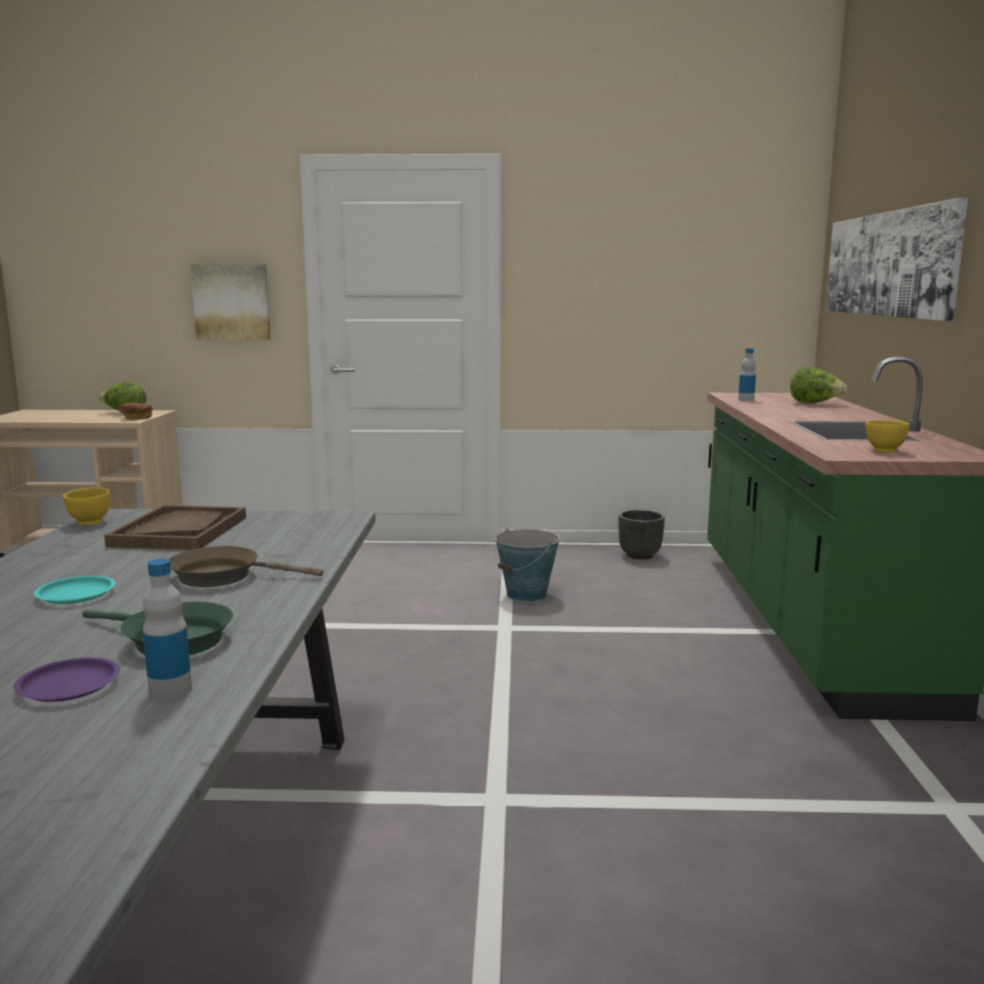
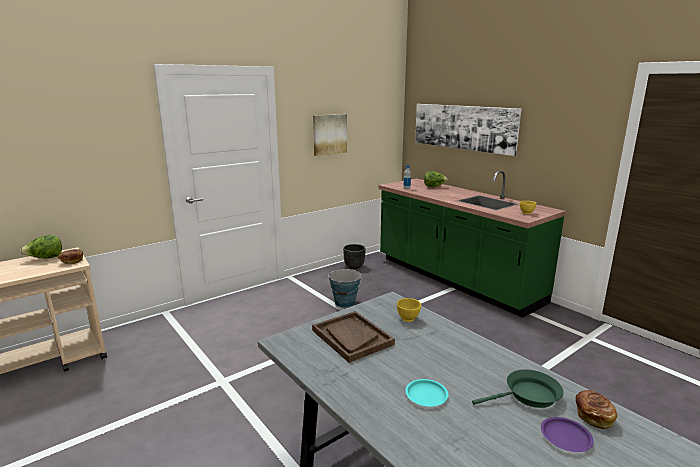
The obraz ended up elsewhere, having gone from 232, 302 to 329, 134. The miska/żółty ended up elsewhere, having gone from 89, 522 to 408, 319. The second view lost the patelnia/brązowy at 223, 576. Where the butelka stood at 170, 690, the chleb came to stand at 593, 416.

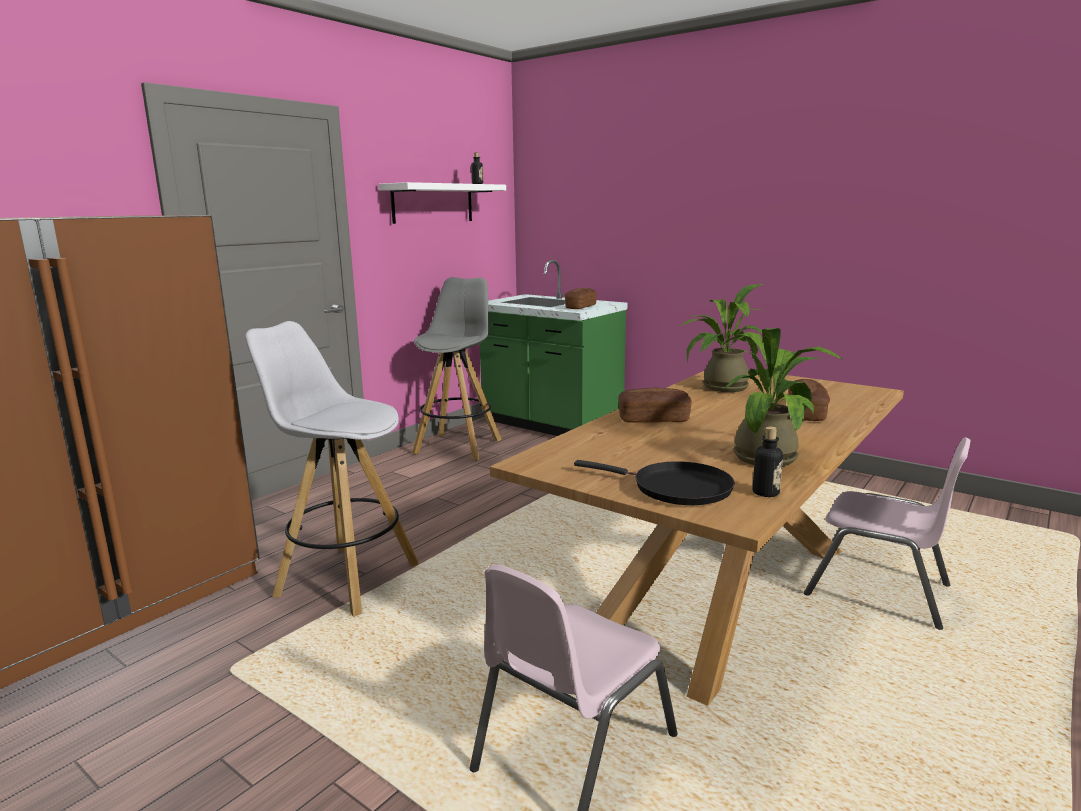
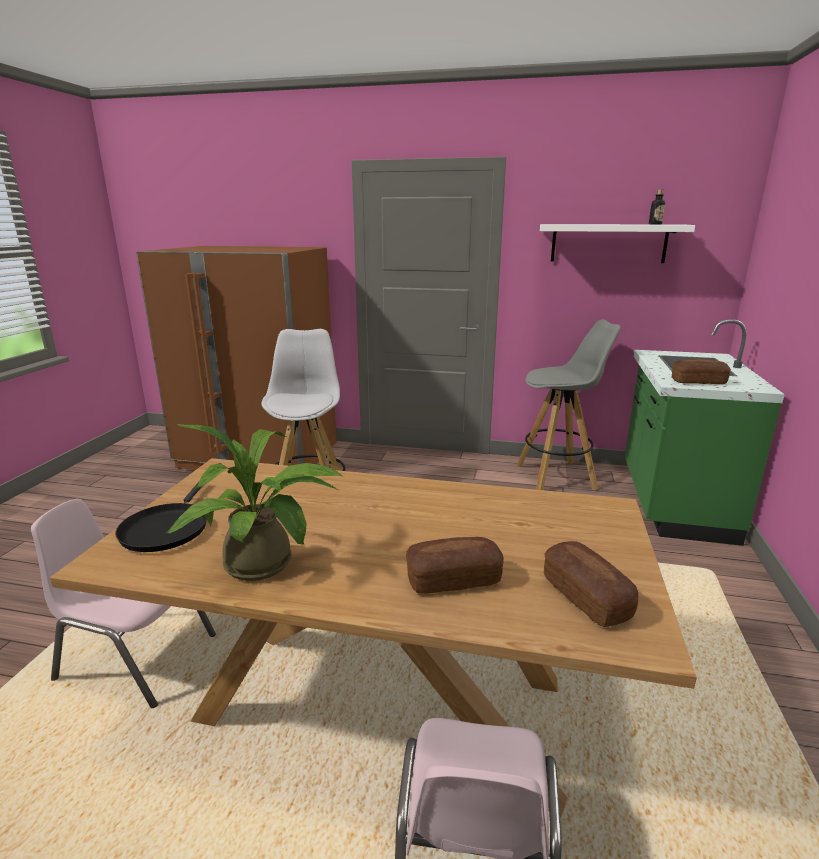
The second view lost the roślina doniczkowa at 719, 387. The chleb ended up elsewhere, having gone from 653, 419 to 586, 597. The second view lost the butelka at 765, 492.

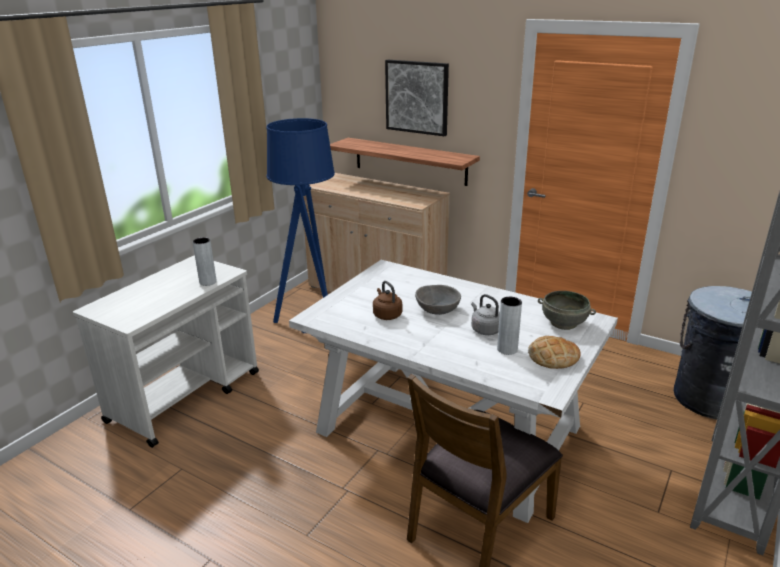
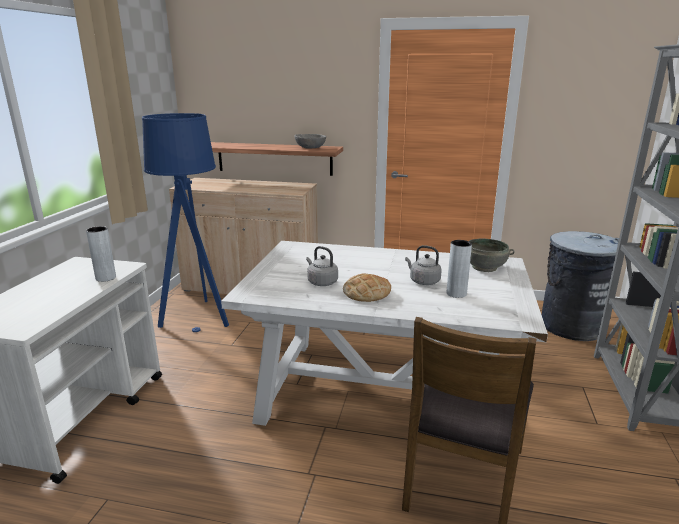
The second view lost the obraz at 417, 97. What was the czajnik/brązowy at 386, 315 turned into the czajnik/szary at 321, 282. The miska/szary ended up elsewhere, having gone from 437, 309 to 310, 147. The chleb ended up elsewhere, having gone from 553, 357 to 366, 293.

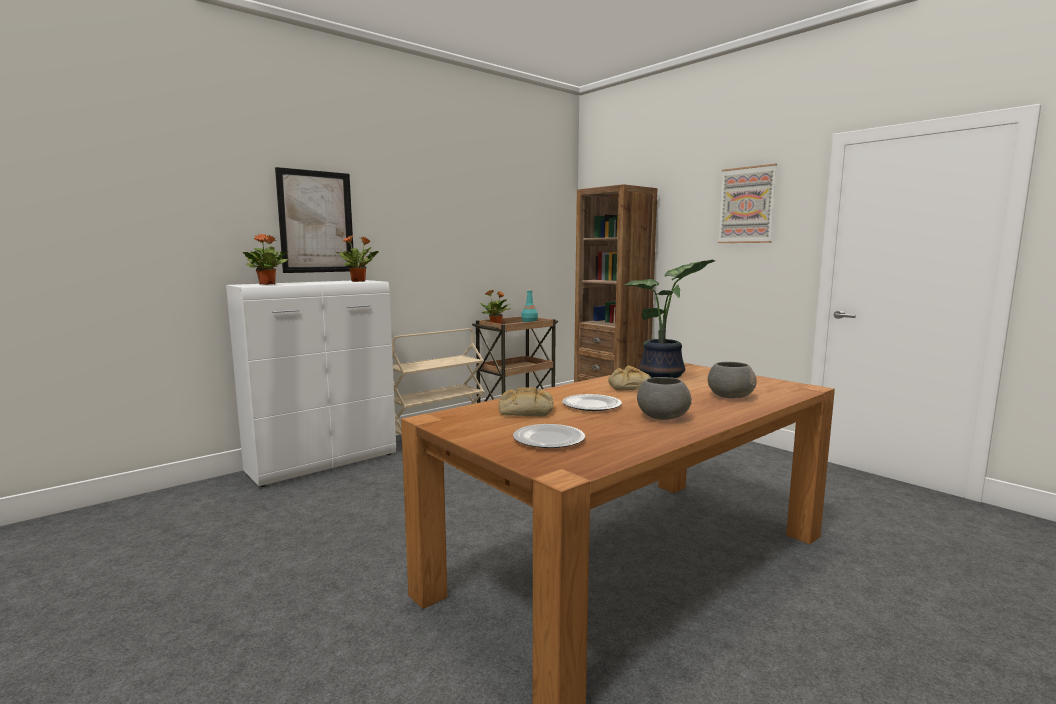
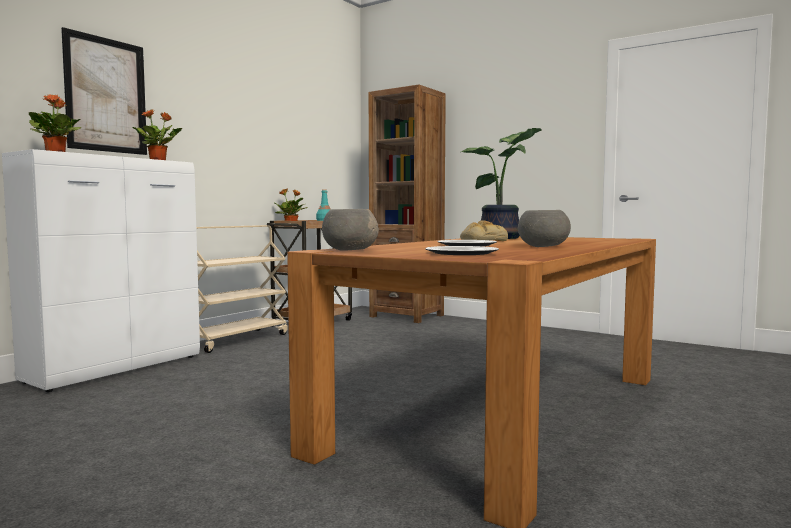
The second view lost the obraz at 747, 205. The miska/szary ended up elsewhere, having gone from 729, 396 to 349, 250. The second view lost the chleb at 525, 411.

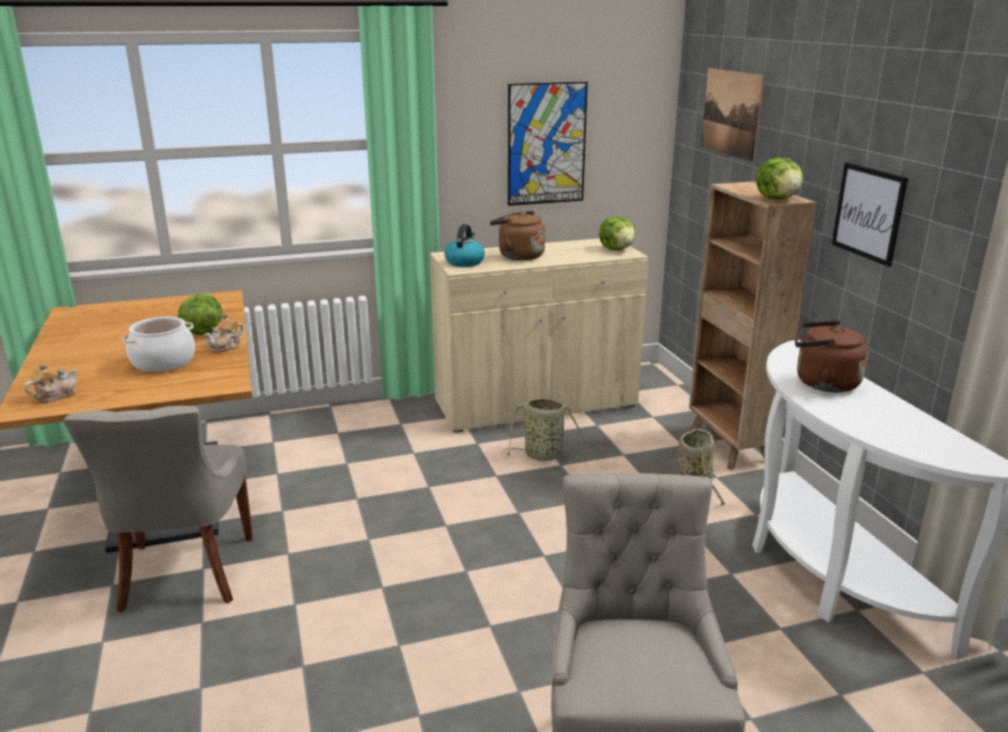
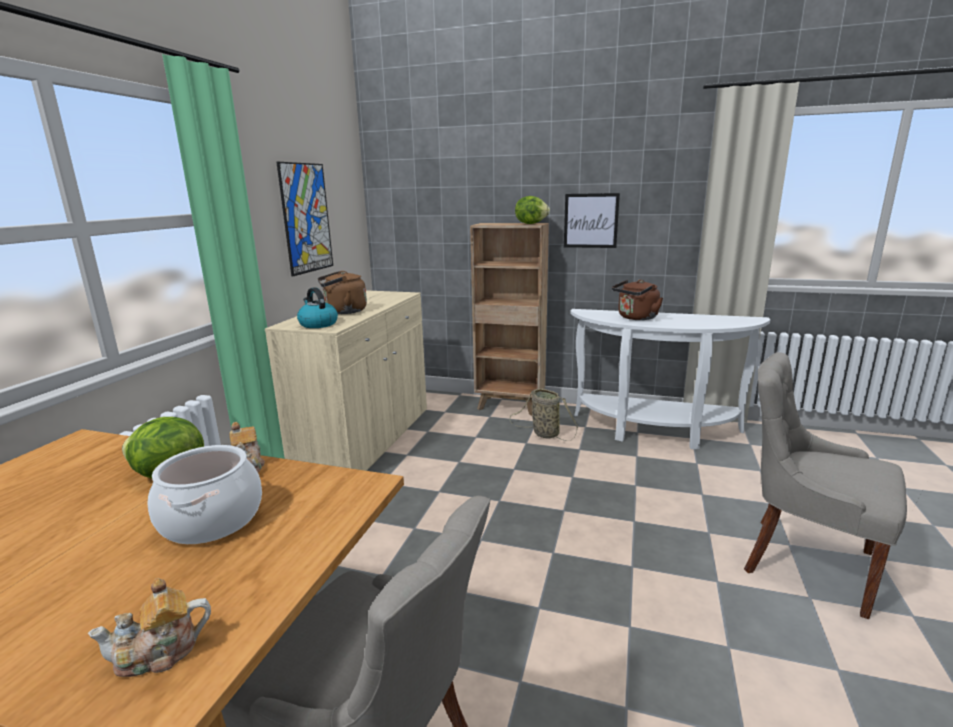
The second view lost the obraz at 731, 113. The second view lost the sałata at 617, 249. The imbryk at 55, 396 ended up facing another way, 105 degrees counterclockwise from before. The second view lost the koszyk at 546, 455.

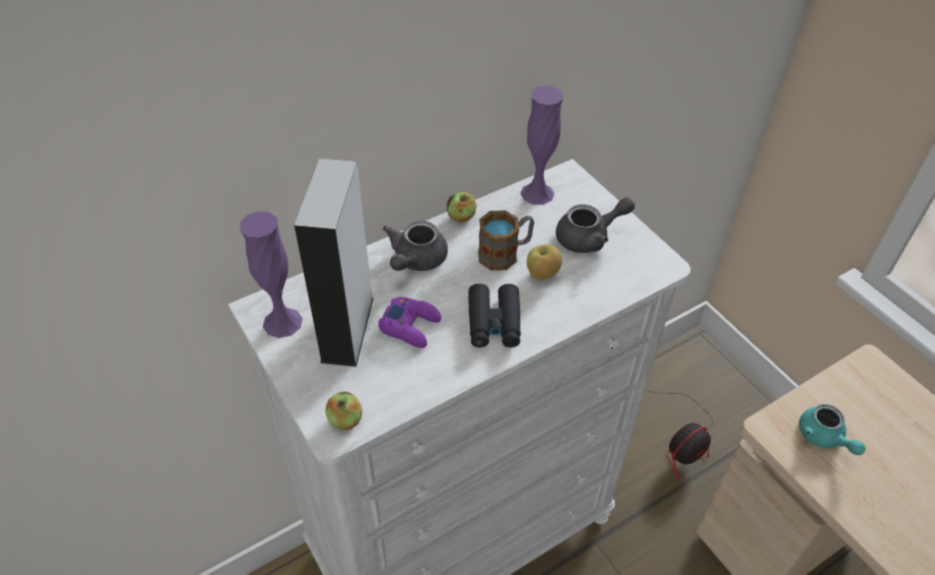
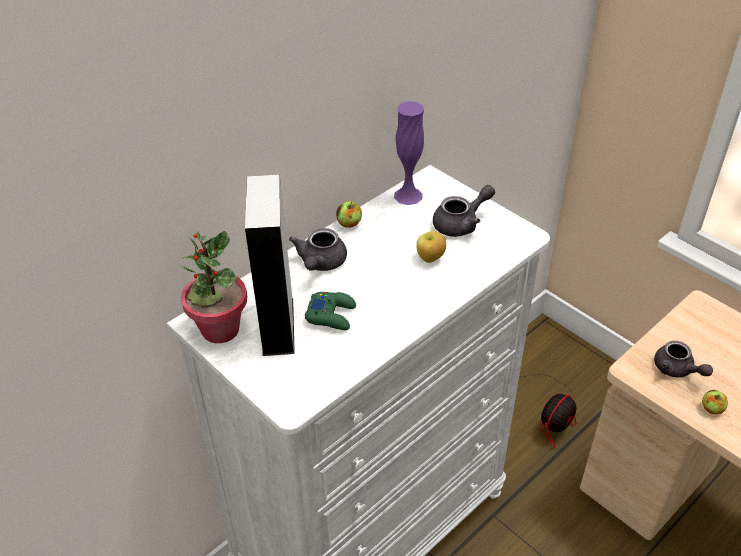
The second view lost the kubek at 505, 253. Where the wazon/fioletowy stood at 282, 322, the roślina doniczkowa came to stand at 220, 329. The second view lost the lornetka/czarny at 494, 322. What was the pad do gier/fioletowy at 410, 326 turned into the pad do gier/zielony at 331, 315. The jabłko ended up elsewhere, having gone from 345, 420 to 711, 409. What was the imbryk/turkusowy at 823, 438 turned into the imbryk/szary at 677, 370.

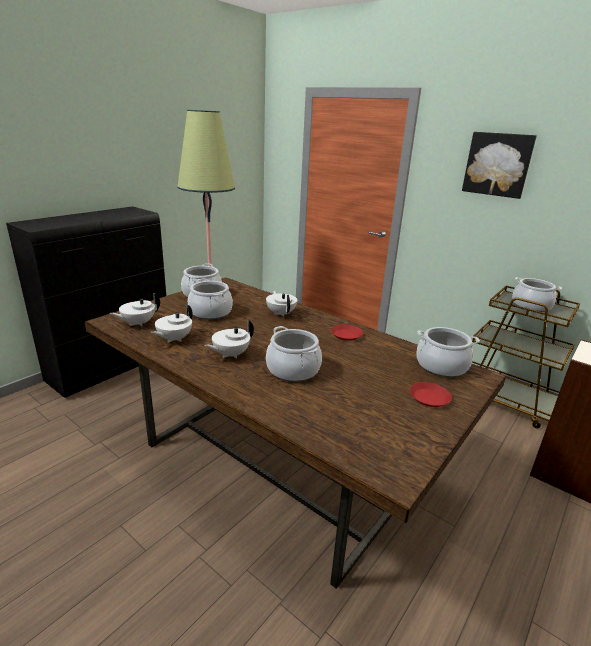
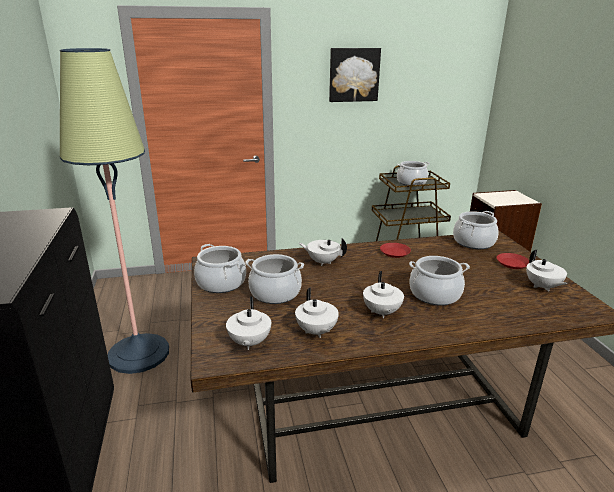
The second view gained the imbryk/biały at 542, 287.

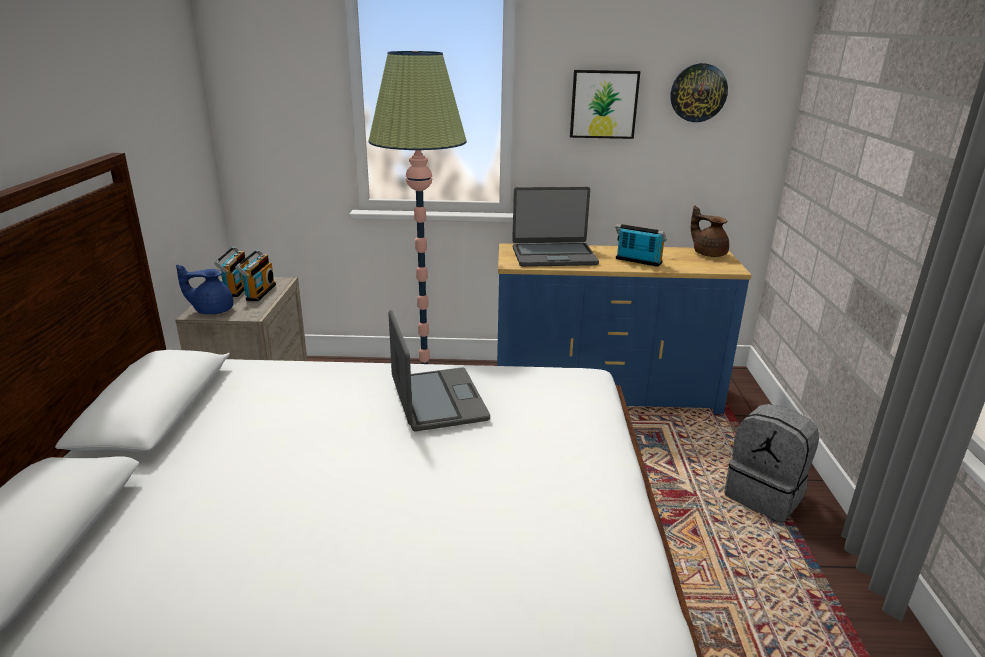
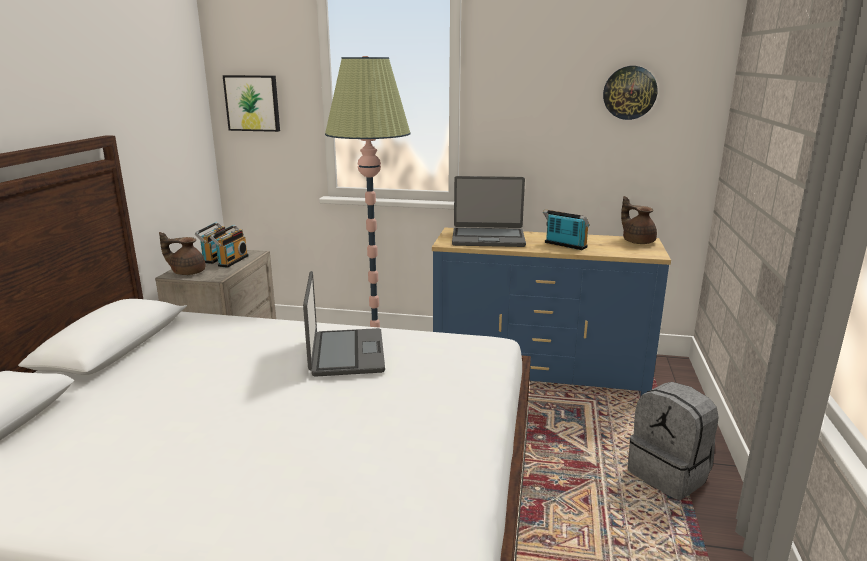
The obraz ended up elsewhere, having gone from 603, 104 to 253, 103. What was the imbryk/niebieski at 212, 310 turned into the imbryk/brązowy at 187, 272.

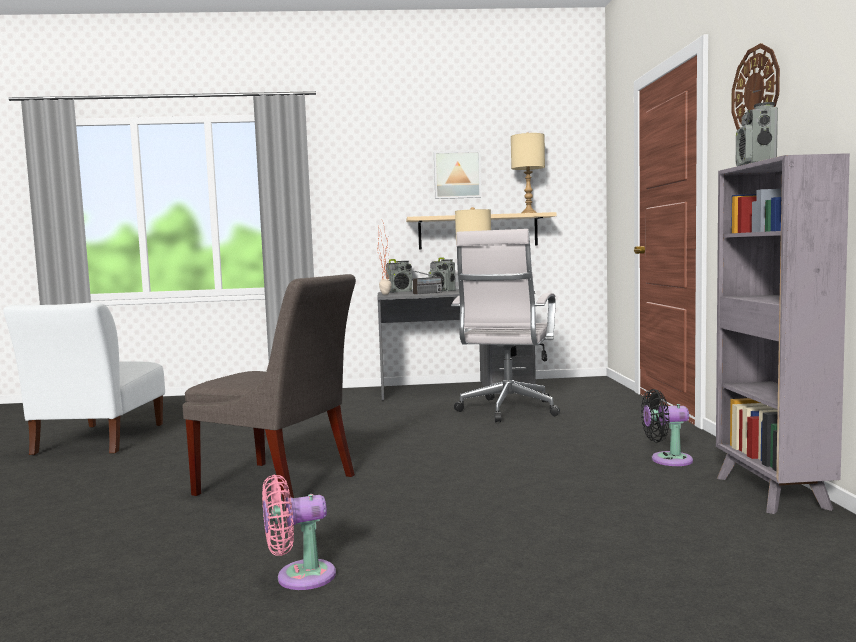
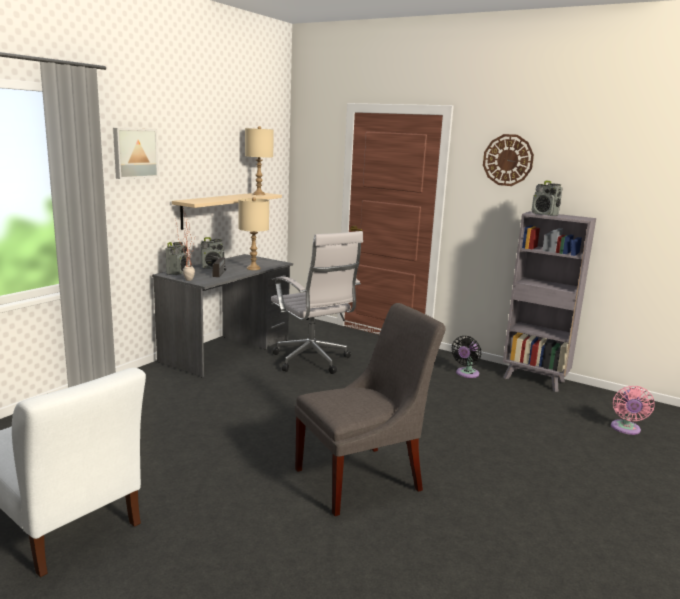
The obraz ended up elsewhere, having gone from 457, 175 to 134, 153. The wentylator/różowy ended up elsewhere, having gone from 299, 577 to 625, 429.

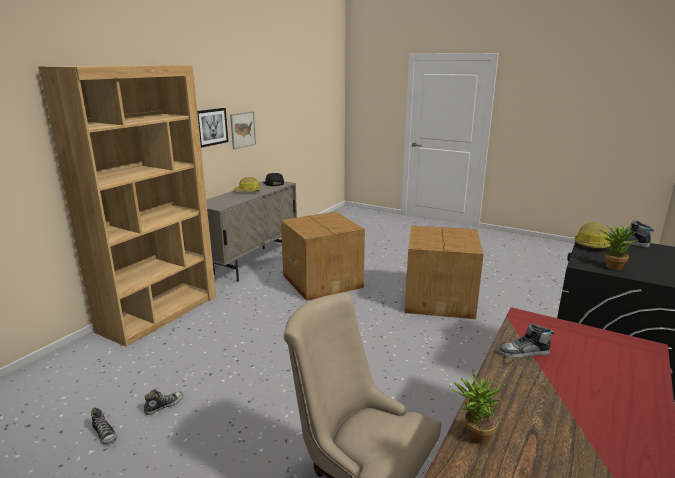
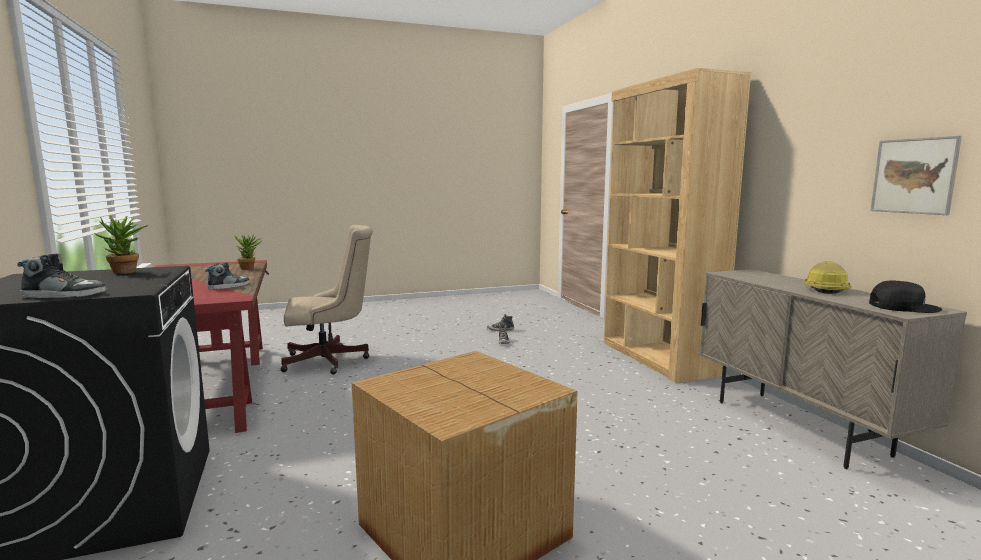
The second view lost the obraz at 210, 127. The second view lost the karton at 322, 281. The second view lost the kask at 590, 244.

